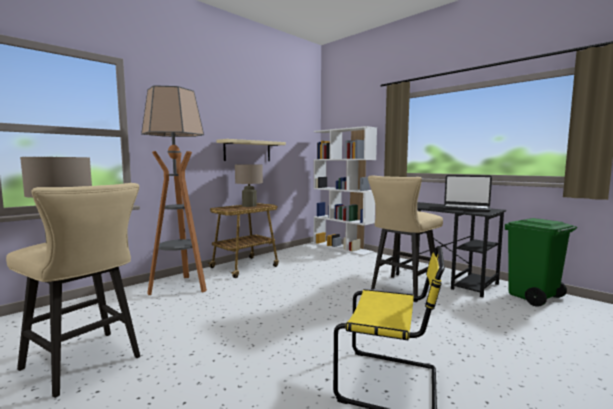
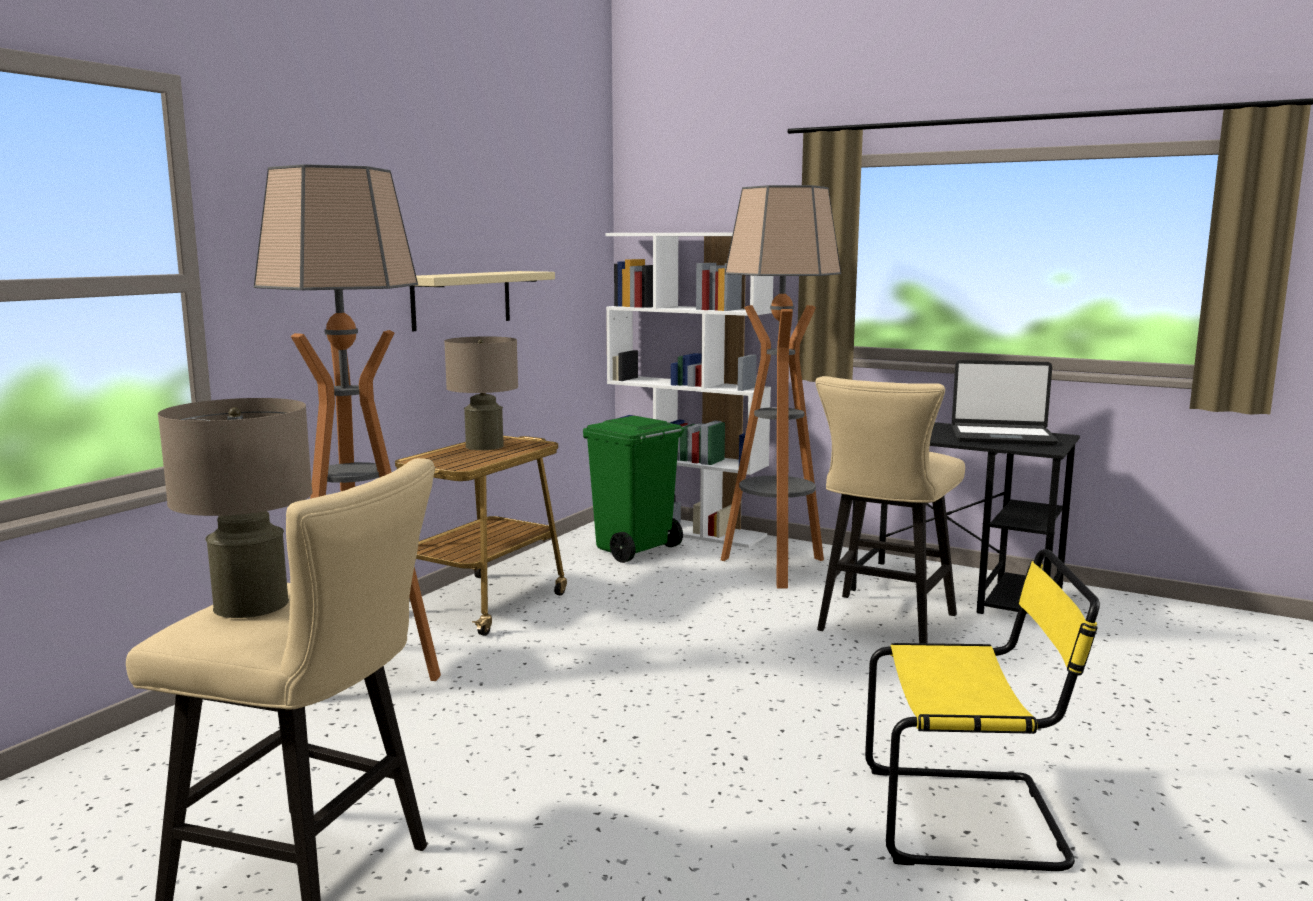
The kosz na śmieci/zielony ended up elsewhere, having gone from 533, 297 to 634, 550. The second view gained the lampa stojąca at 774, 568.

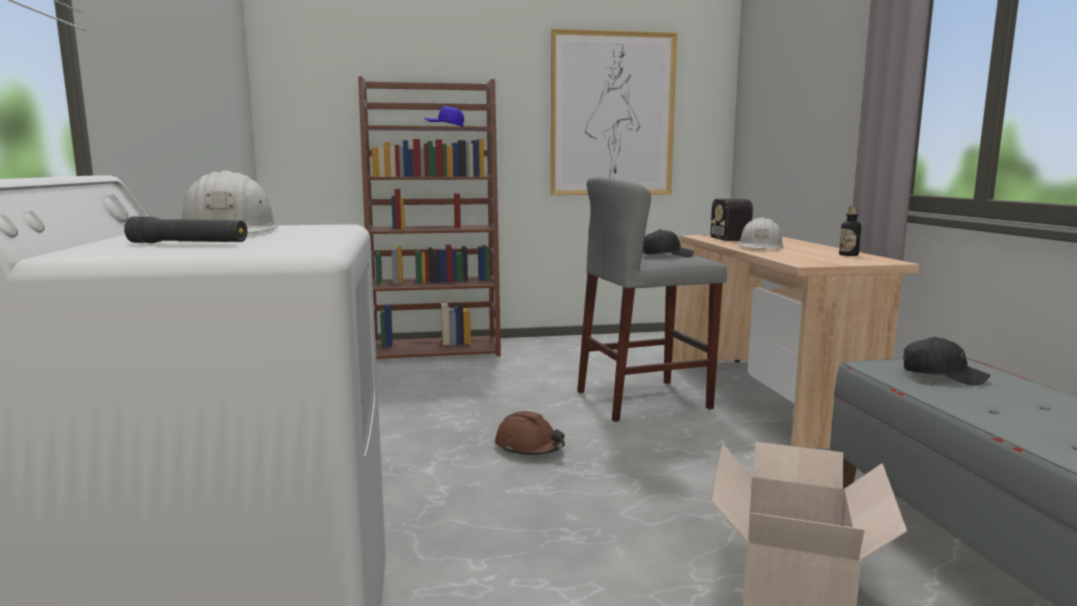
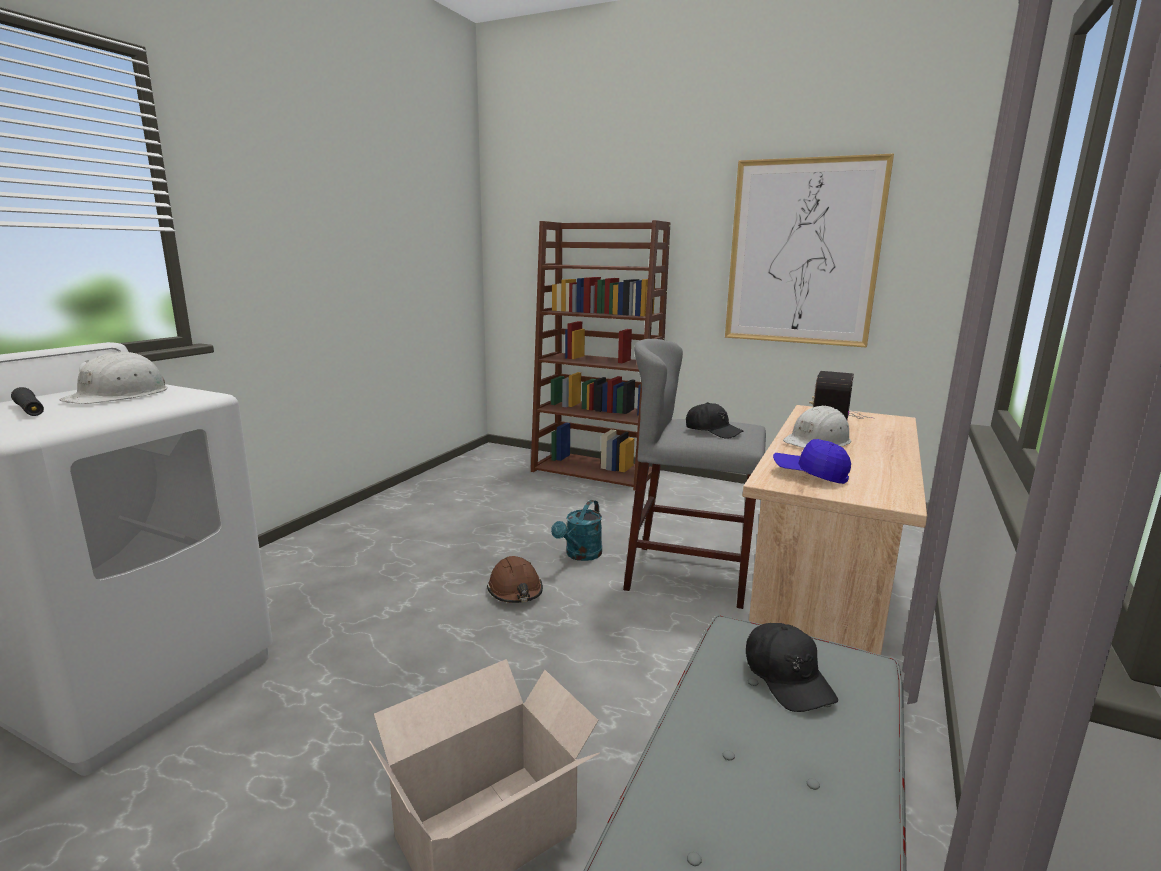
The czapka z daszkiem/niebieski ended up elsewhere, having gone from 444, 126 to 810, 475. The second view lost the butelka at 848, 255. The second view gained the konewka/turkusowy at 580, 555.

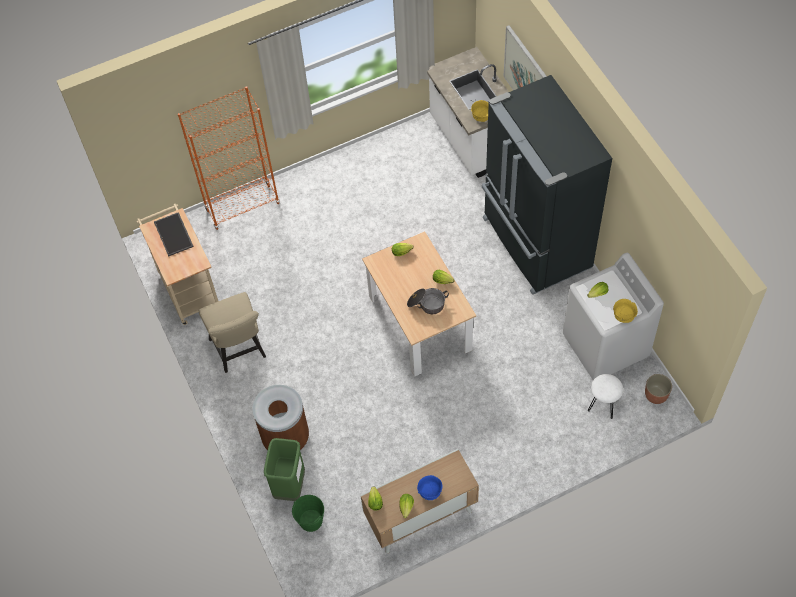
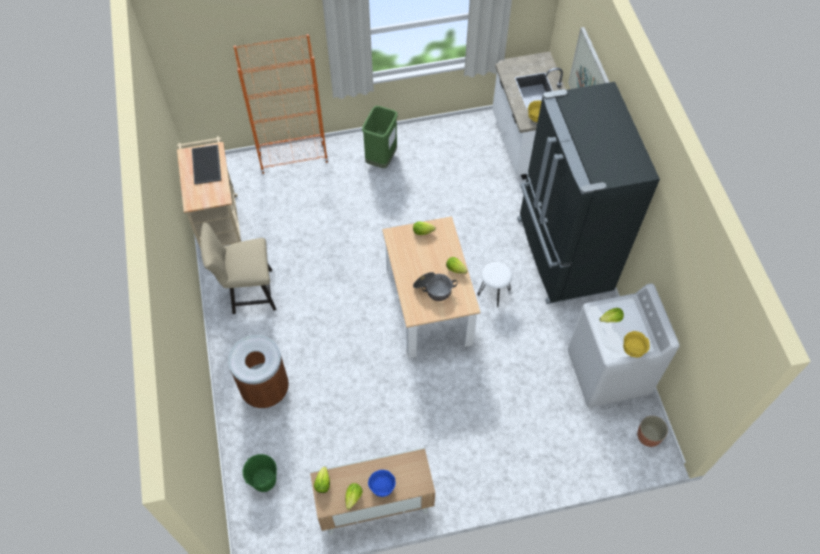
The krzesło/beżowy at 240, 351 ended up facing another way, 90 degrees clockwise from before. The stołek/biały ended up elsewhere, having gone from 603, 404 to 494, 292. The kosz na śmieci/zielony ended up elsewhere, having gone from 290, 486 to 381, 159.

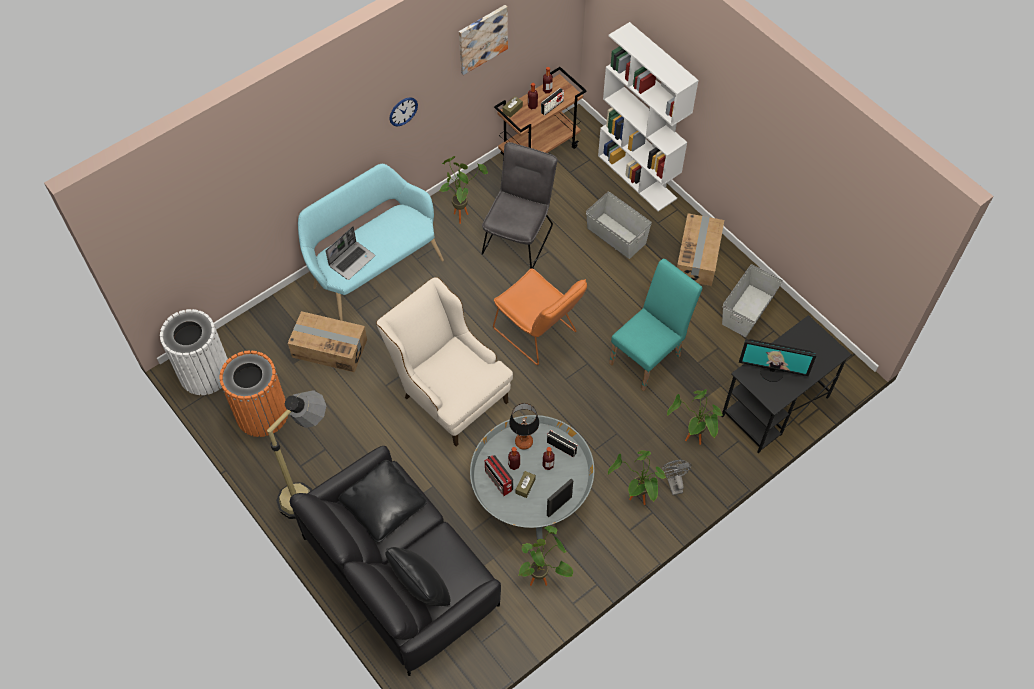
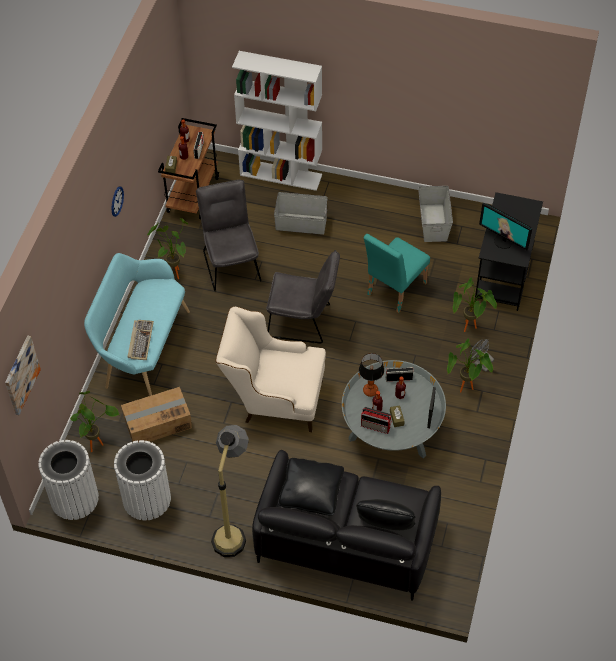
The obraz ended up elsewhere, having gone from 482, 39 to 21, 375. The second view lost the karton at 698, 257. Where the laptop stood at 352, 260, the klawiatura came to stand at 140, 340. The krzesło/turkusowy at 649, 356 ended up facing another way, 150 degrees counterclockwise from before. What was the krzesło/pomarańczowy at 538, 334 turned into the krzesło/szary at 304, 321. The monitor at 771, 372 ended up facing another way, 60 degrees clockwise from before. What was the kosz na śmieci/pomarańczowy at 262, 413 turned into the kosz na śmieci/biały at 146, 499. The roślina doniczkowa ended up elsewhere, having gone from 543, 579 to 97, 443.

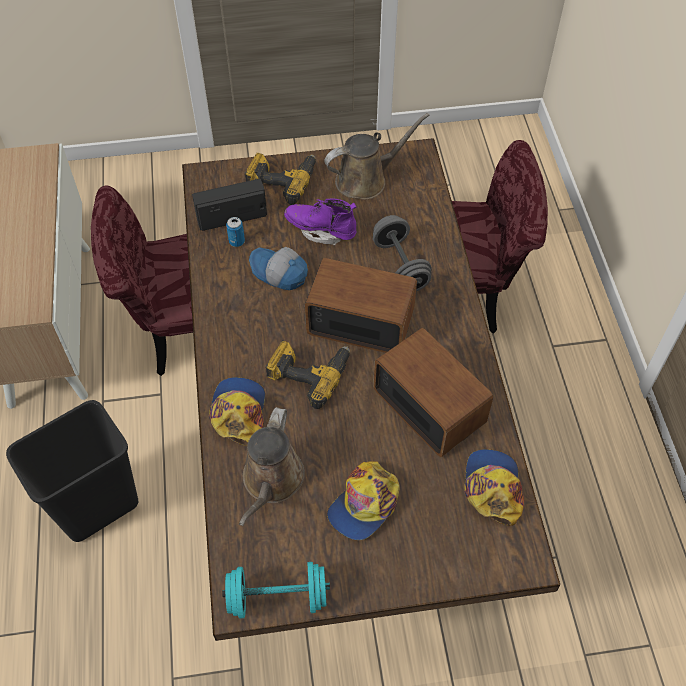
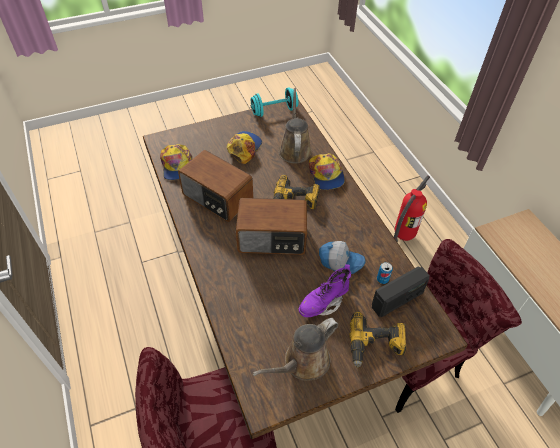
The but z cholewką/fioletowy at 321, 230 ended up facing another way, 135 degrees clockwise from before. The second view lost the hantel/szary at 400, 265. Where the kosz na śmieci/czarny stood at 97, 508, the gaśnica came to stand at 403, 235.

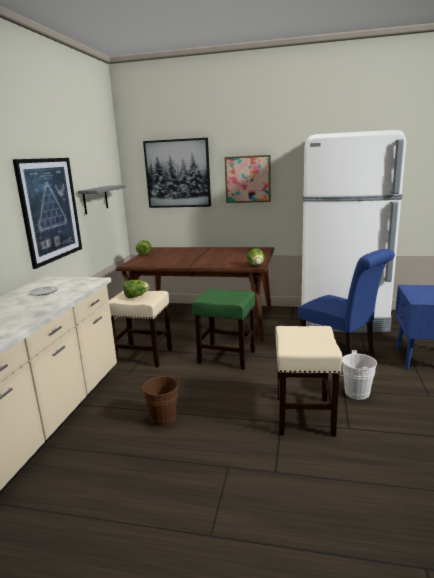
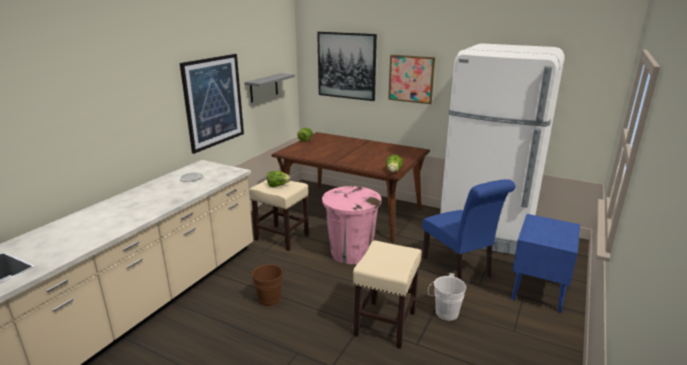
Where the stołek/zielony stood at 226, 357, the kosz na śmieci/różowy came to stand at 350, 252.

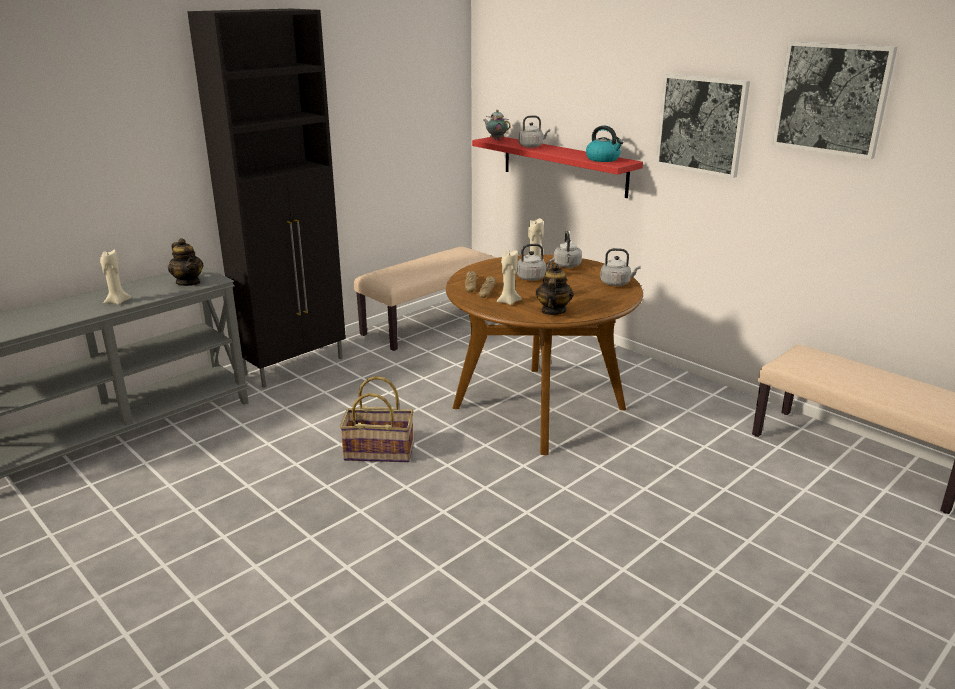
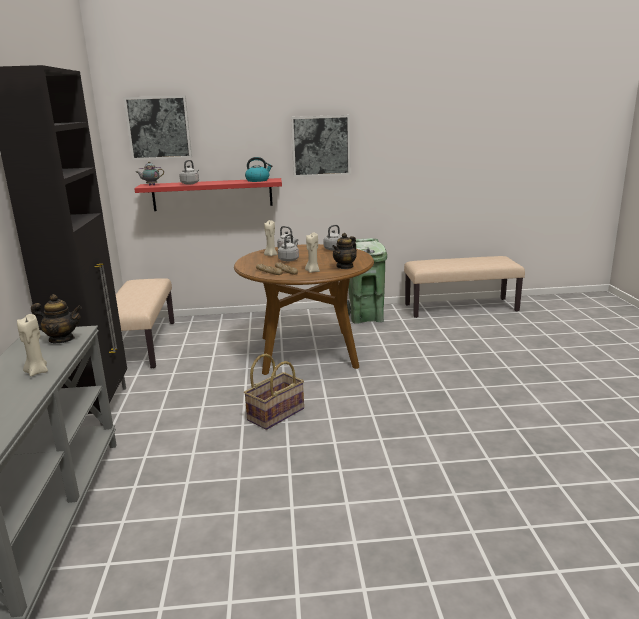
The obraz ended up elsewhere, having gone from 832, 98 to 159, 128. The imbryk at 553, 311 ended up facing another way, 105 degrees counterclockwise from before. The second view gained the kosz na śmieci/zielony at 366, 317.

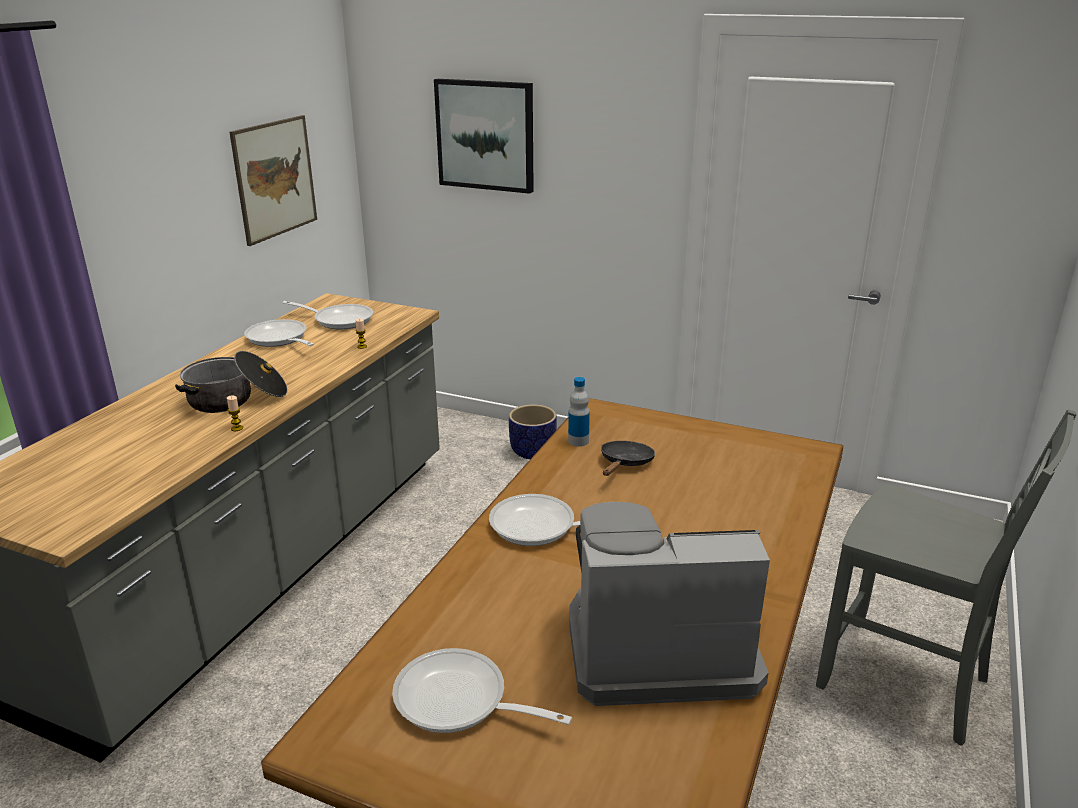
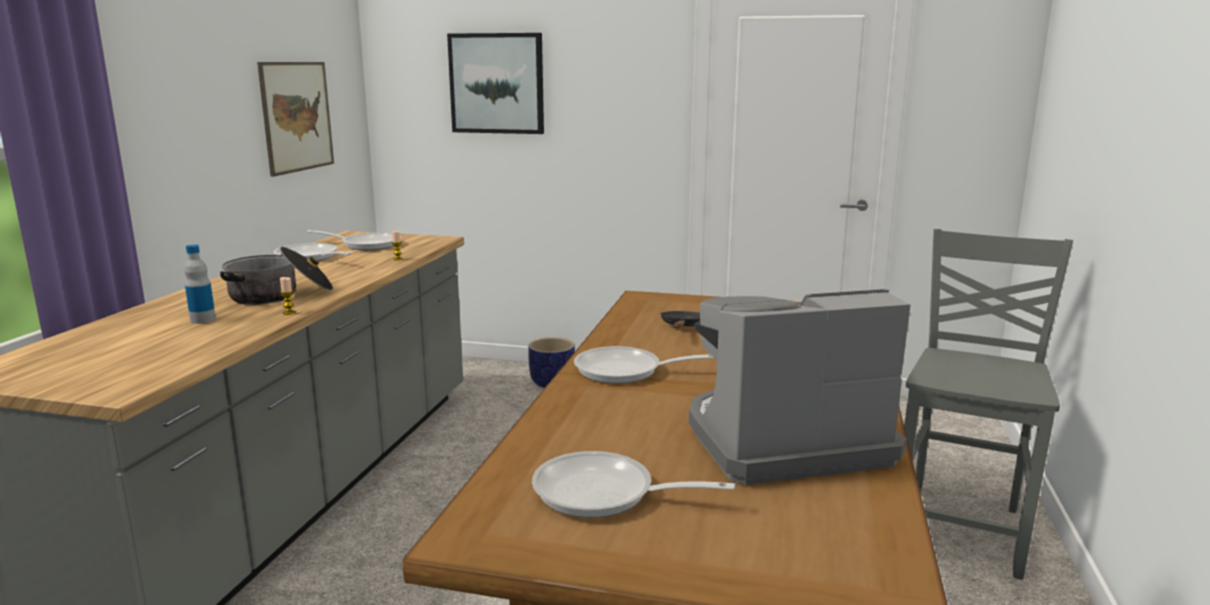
The butelka ended up elsewhere, having gone from 578, 441 to 203, 320. The krzesło/szary at 906, 683 ended up facing another way, 90 degrees counterclockwise from before.

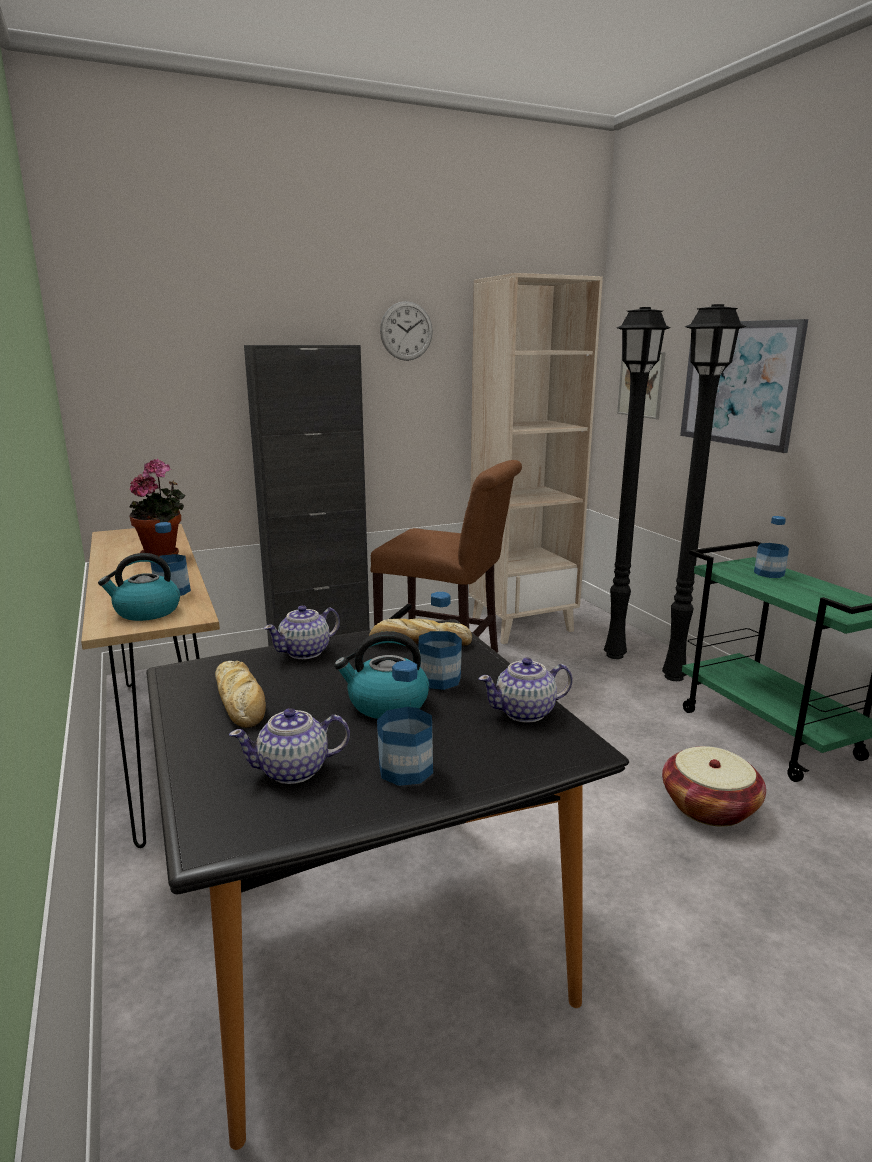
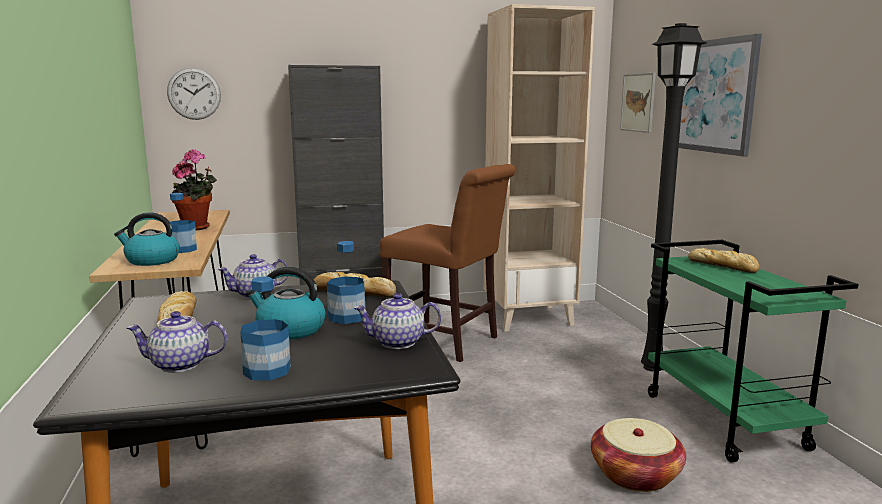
The zegar ścienny ended up elsewhere, having gone from 406, 331 to 194, 93. The second view lost the lampa stojąca/czarny at 616, 655. Where the butelka stood at 769, 573, the chleb came to stand at 723, 266.

